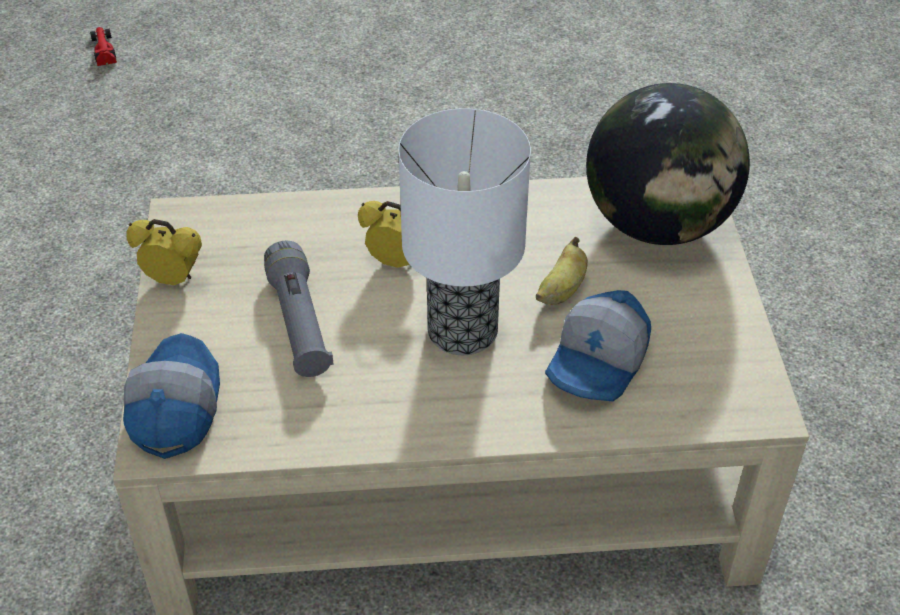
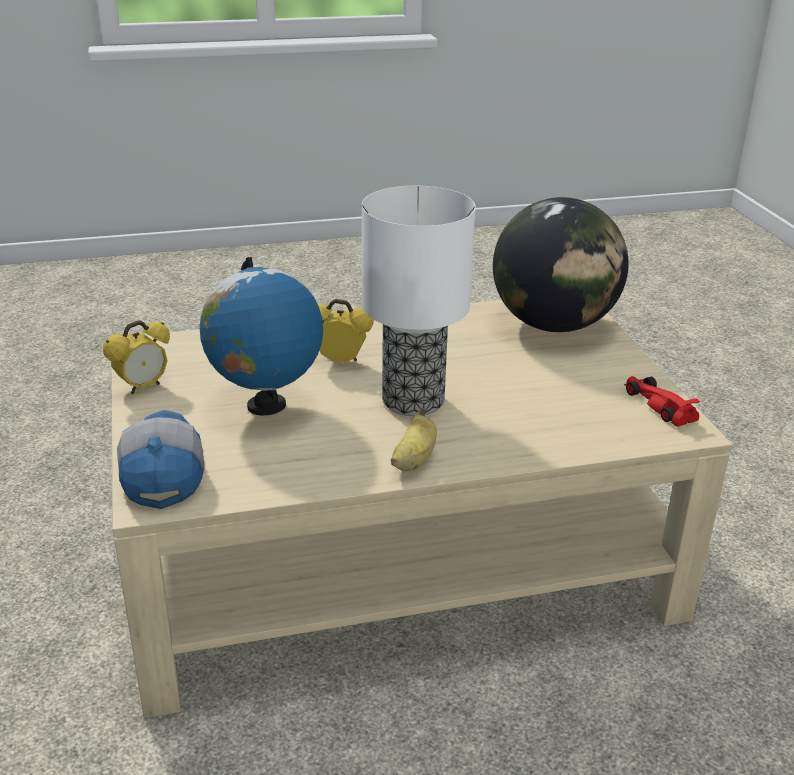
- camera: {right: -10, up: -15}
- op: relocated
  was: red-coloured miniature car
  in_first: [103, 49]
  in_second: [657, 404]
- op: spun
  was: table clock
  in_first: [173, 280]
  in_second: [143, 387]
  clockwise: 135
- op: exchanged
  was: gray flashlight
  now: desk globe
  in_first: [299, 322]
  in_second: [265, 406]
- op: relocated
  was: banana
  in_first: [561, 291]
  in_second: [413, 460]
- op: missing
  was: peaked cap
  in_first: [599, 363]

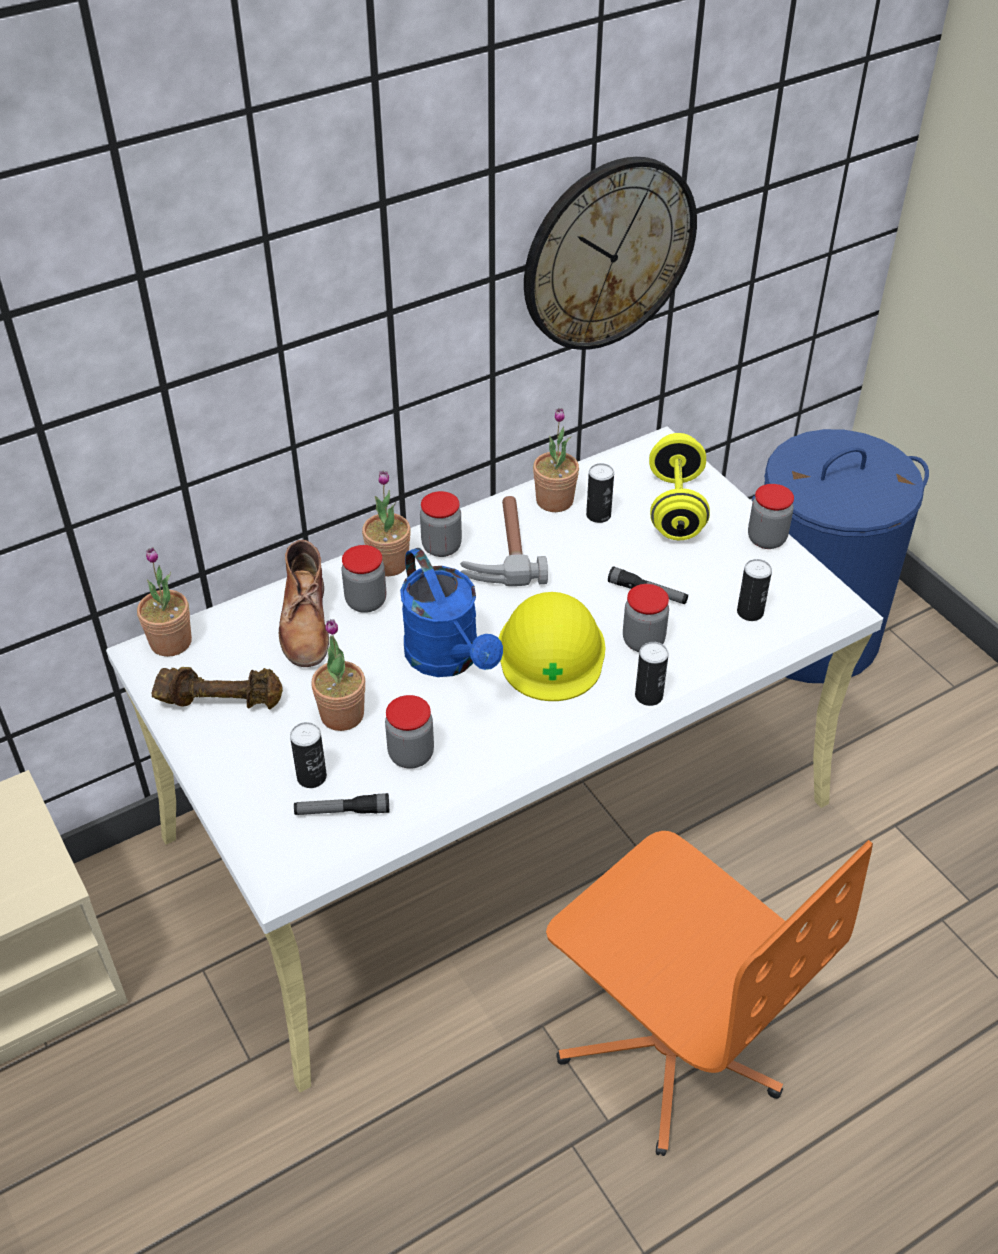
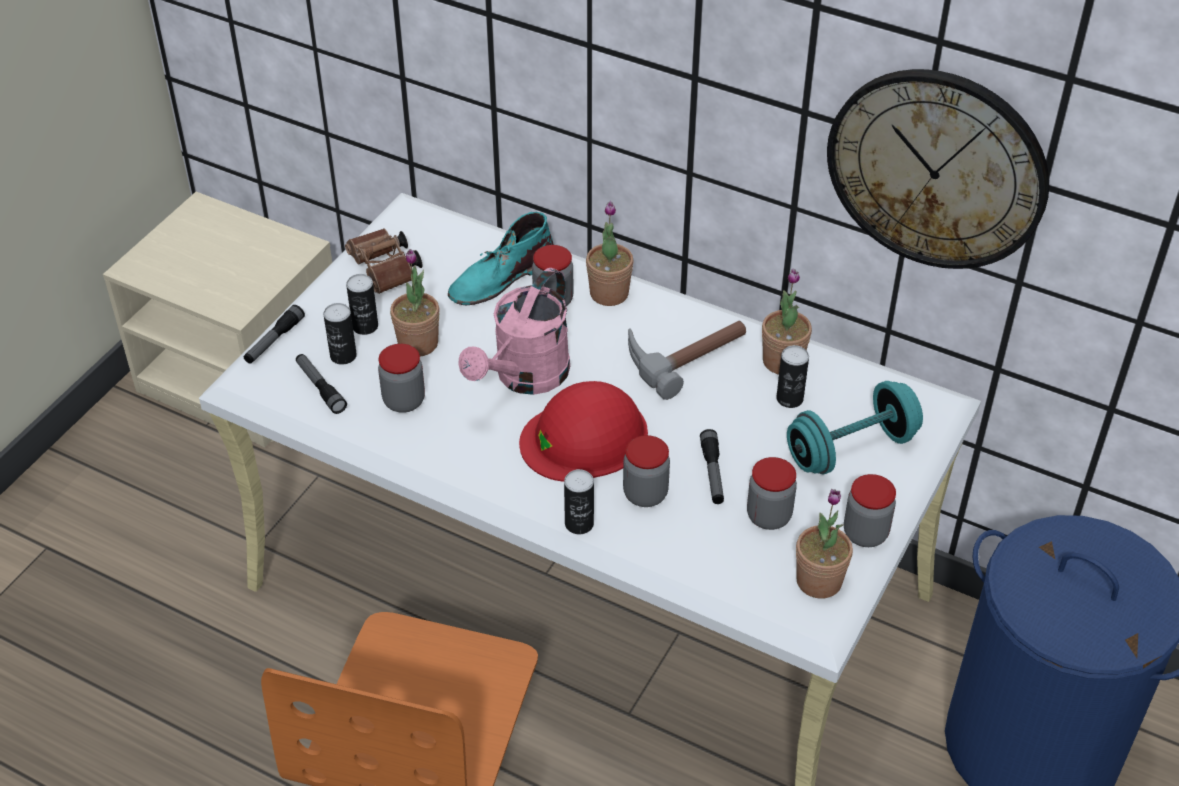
- camera: {right: 60, up: 0}
- op: relocated
  was: houseplant
  in_first: [171, 642]
  in_second: [819, 581]
- op: exchanged
  was: brownish hand weight
  now: brownish pair of binoculars
  in_first: [221, 700]
  in_second: [386, 272]
- op: colour
  was: brownish tall boot
  now: turquoise tall boot
  in_first: [305, 623]
  in_second: [501, 278]
- op: colour
  was: blue watering pot
  now: pink-coloured watering pot
  in_first: [449, 659]
  in_second: [525, 378]
- op: relocated
  was: jar
  in_first: [441, 547]
  in_second: [769, 516]
- op: colour
  was: yellow safety helmet
  now: red-coloured safety helmet
  in_first: [551, 651]
  in_second: [585, 437]
- op: colour
  was: yellow hand weight
  now: turquoise hand weight
  in_first: [676, 507]
  in_second: [851, 449]
- op: relocated
  was: sealed can
  in_first: [750, 612]
  in_second: [365, 326]
- op: appeared
  now: flashlight
  in_second: [274, 341]

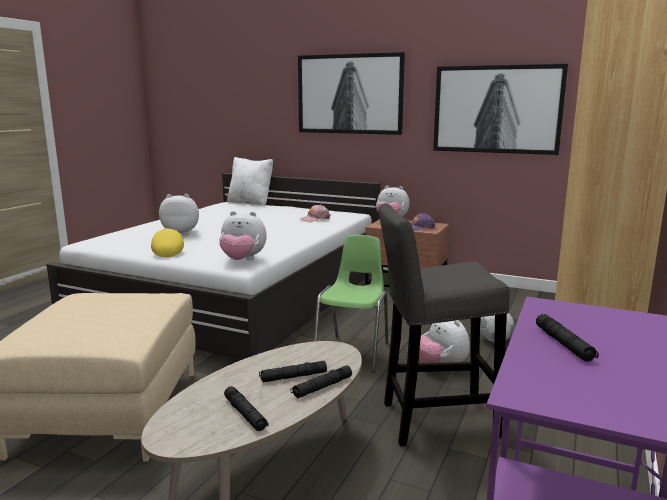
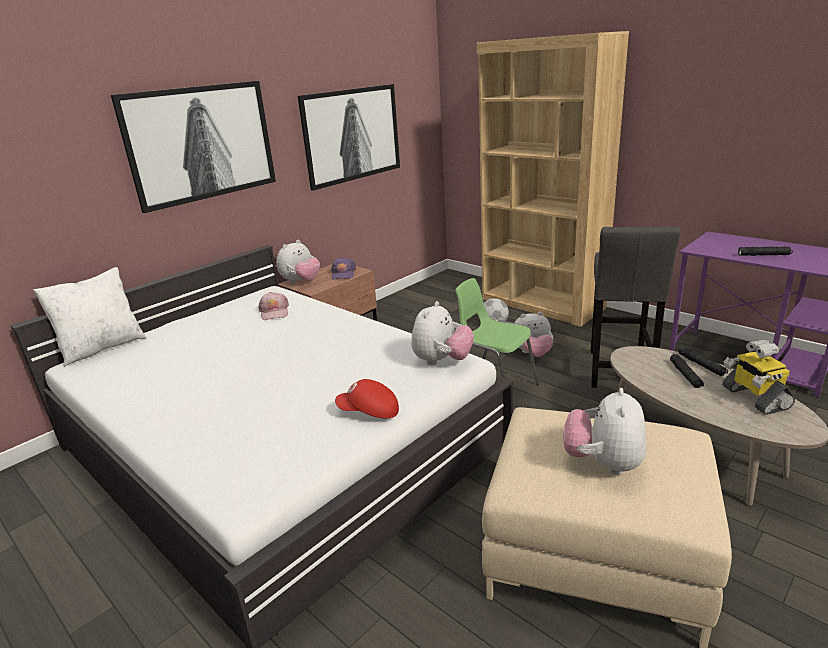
- camera: {right: -70, up: 10}
- op: colour
  was: yellow peaked cap
  now: red-coloured peaked cap
  in_first: [167, 252]
  in_second: [369, 412]
- op: relocated
  was: cuddly toy
  in_first: [181, 233]
  in_second: [603, 463]
- op: exchanged
  was: black-coloured flashlight
  now: model robot
  in_first: [245, 414]
  in_second: [754, 398]

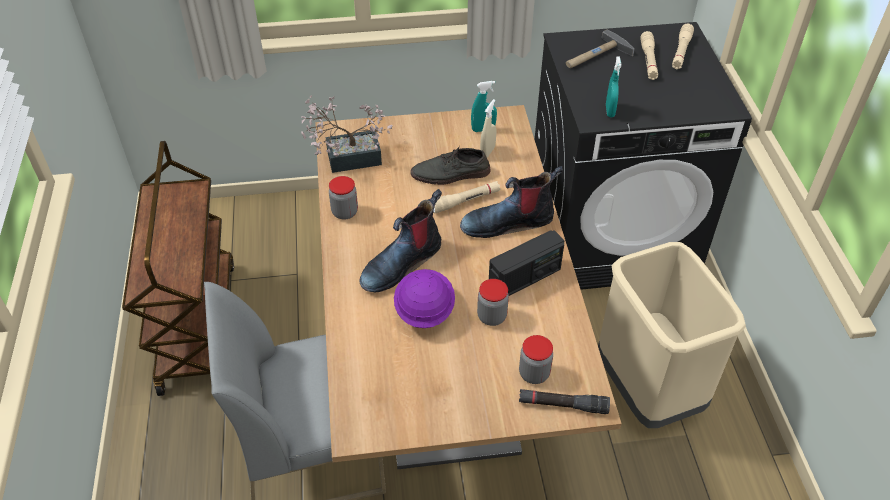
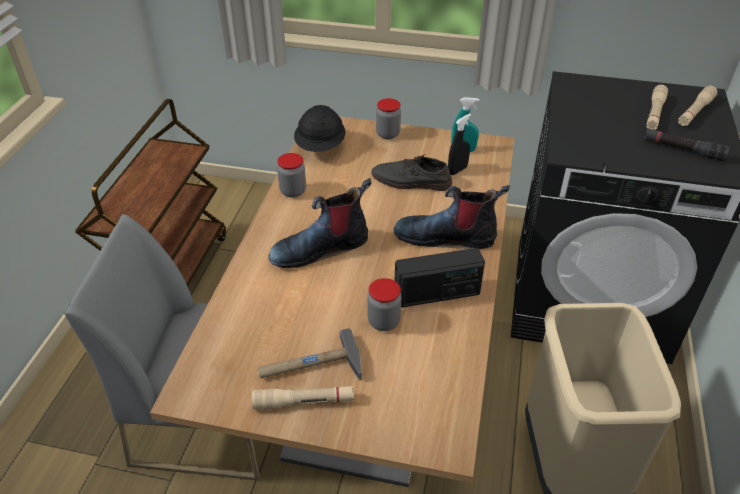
- camera: {right: 20, up: -5}
- op: exchanged
  was: houseplant
  now: black-coloured safety helmet
  in_first: [347, 158]
  in_second: [321, 147]
- op: missing
  was: purplish safety helmet
  in_first: [424, 310]
- op: relocated
  was: beige-coloured flashlight
  in_first: [465, 201]
  in_second: [304, 402]
- op: colour
  was: beige-coloured sprayer
  now: black-coloured sprayer
  in_first: [487, 152]
  in_second: [457, 170]
- op: relocated
  was: jar
  in_first: [534, 373]
  in_second: [388, 134]
- op: relocated
  was: black-coloured flashlight
  in_first: [563, 405]
  in_second: [683, 150]
- op: relocated
  was: hammer
  in_first: [596, 56]
  in_second: [310, 367]
- op: missing
  was: turquoise sprayer
  in_first: [610, 111]

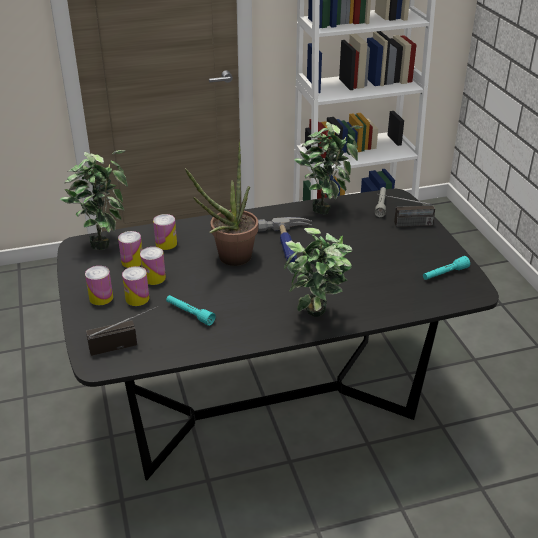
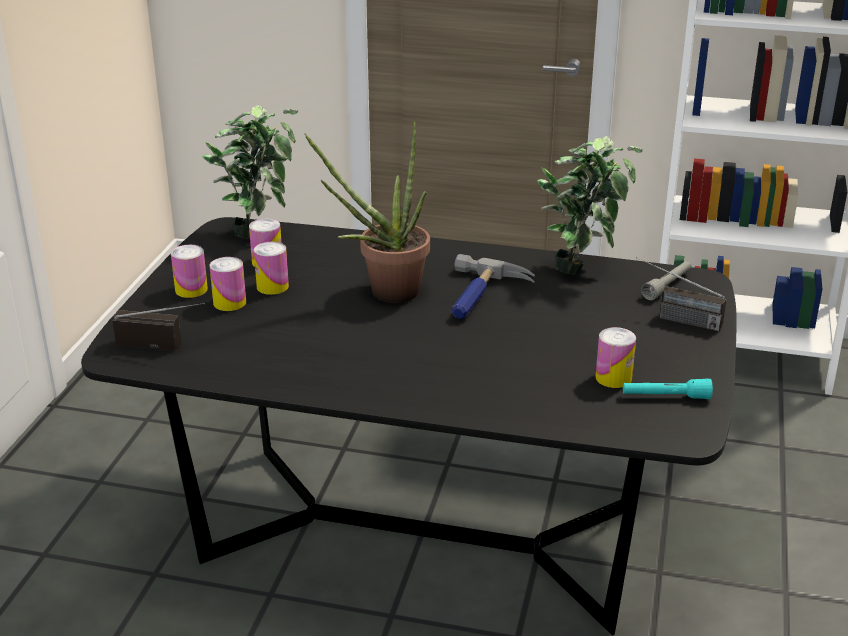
- camera: {right: 30, up: -5}
- op: relocated
  was: sealed can
  in_first: [166, 244]
  in_second: [613, 378]
- op: missing
  was: turquoise flashlight
  in_first: [189, 314]
- op: missing
  was: houseplant
  in_first: [317, 321]

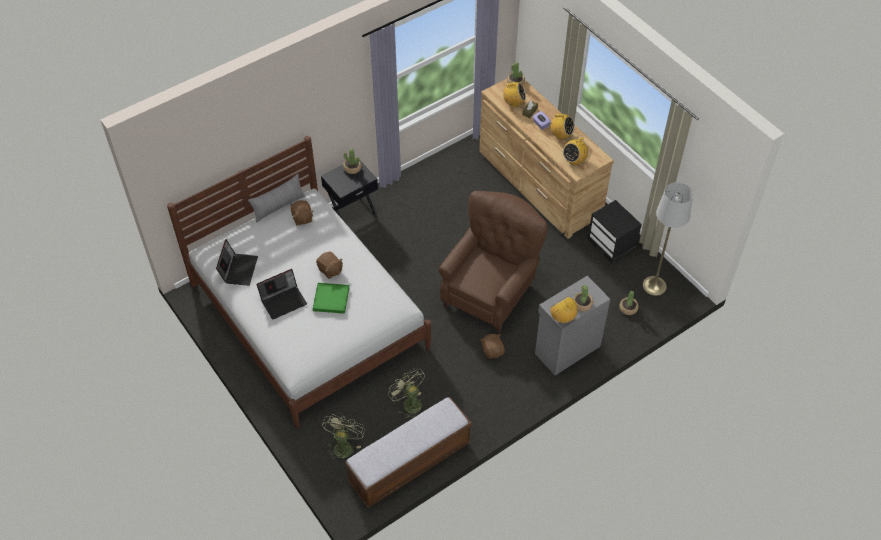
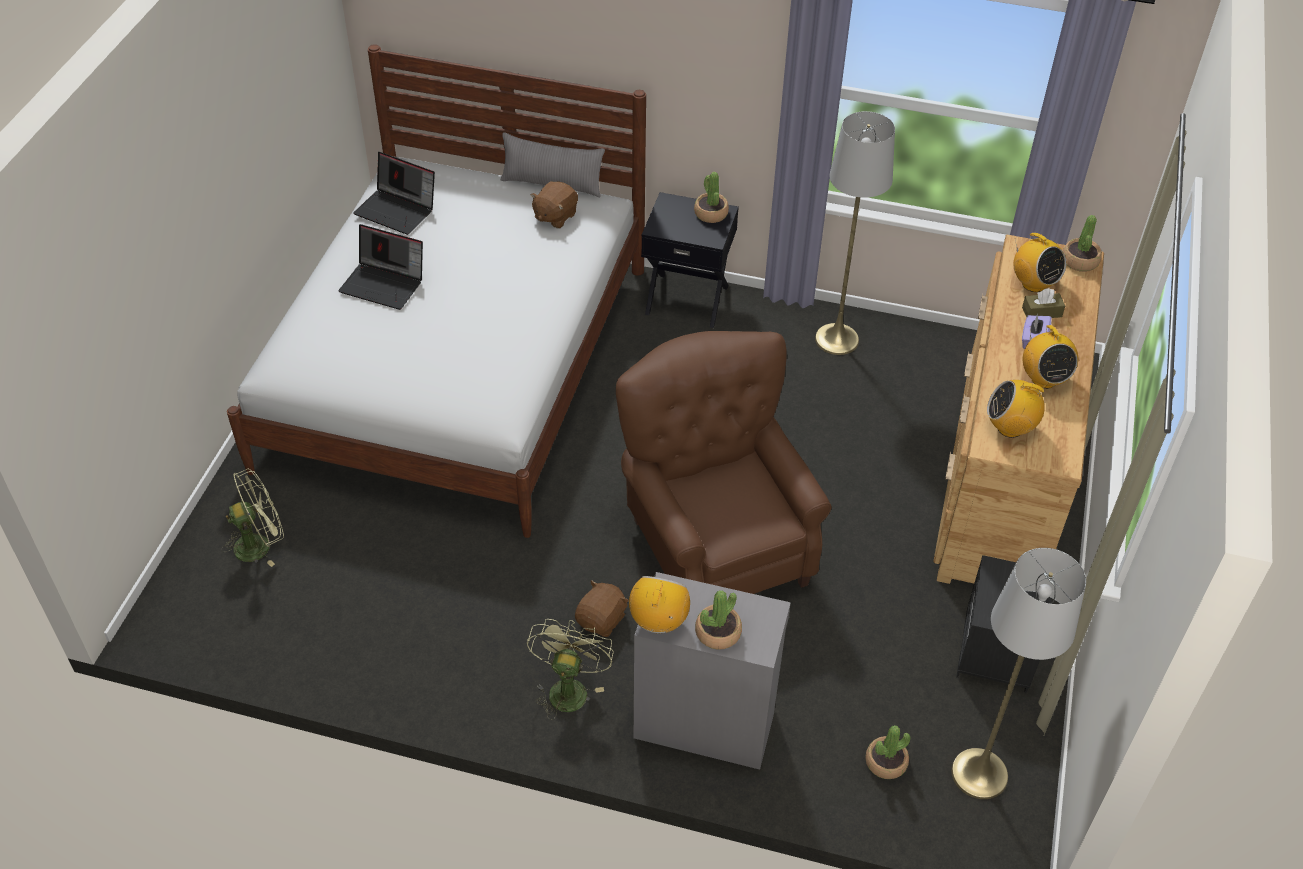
- camera: {right: 50, up: -5}
- op: spun
  was: portable computer
  in_first: [238, 269]
  in_second: [397, 210]
  clockwise: 60
- op: missing
  was: green tray
  in_first: [331, 299]
- op: missing
  was: brownish cuddly toy
  in_first: [330, 270]
- op: missing
  was: indoor bench
  in_first: [409, 463]
- op: relocated
  was: green fan
  in_first: [408, 403]
  in_second: [568, 687]
- op: spun
  was: brownish lounge chair
  in_first: [490, 292]
  in_second: [714, 546]
  clockwise: -105
- op: appeared
  now: gray floor lamp
  in_second: [837, 339]

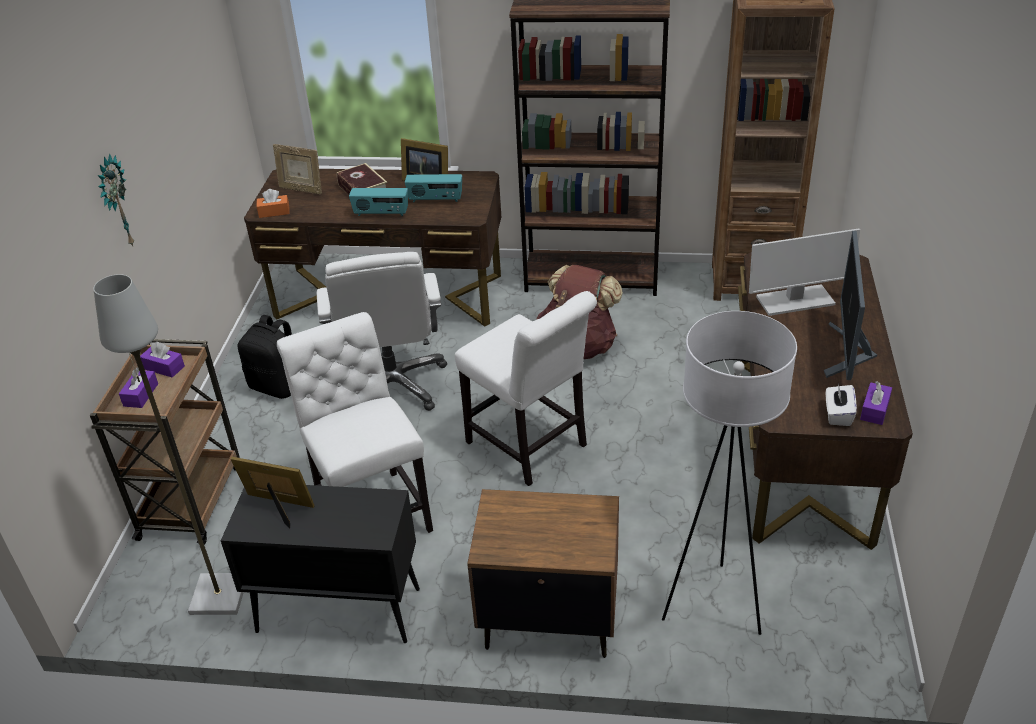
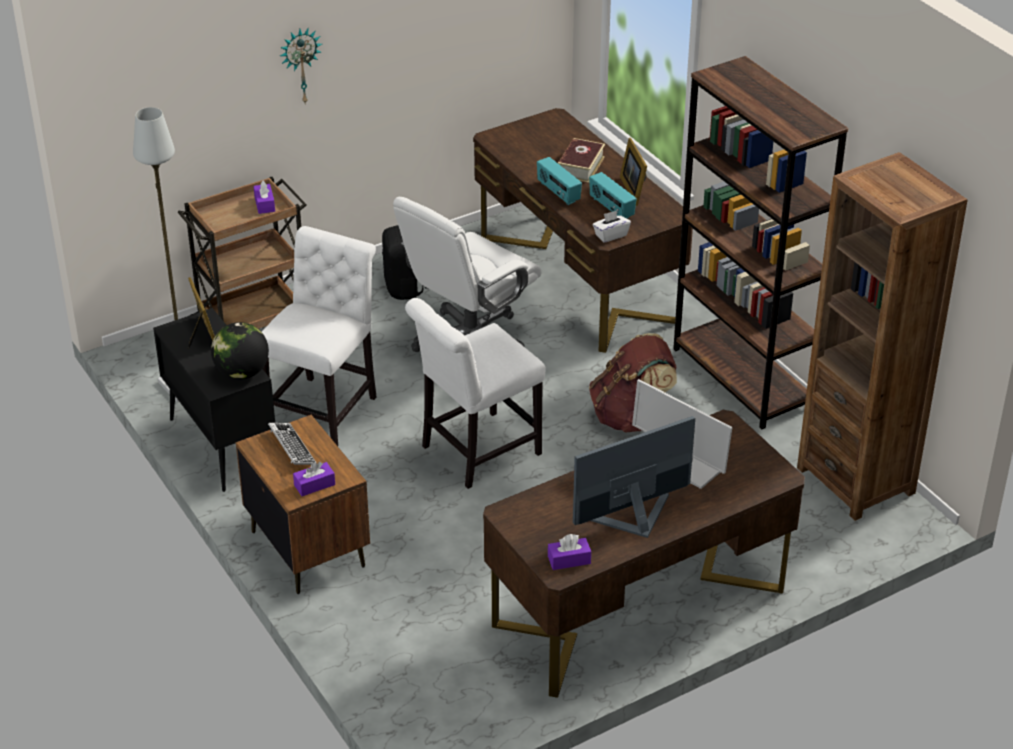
- camera: {right: 50, up: 0}
- op: relocated
  was: purplish box of tissues
  in_first: [141, 395]
  in_second: [314, 485]
- op: missing
  was: orangey box of tissues
  in_first: [274, 212]
- op: missing
  was: photo frame
  in_first: [301, 190]
- op: spun
  was: white chair
  in_first: [530, 447]
  in_second: [475, 452]
  clockwise: 45
- op: missing
  was: white floor lamp
  in_first: [713, 605]
- op: relocated
  was: white box of tissues
  in_first: [838, 414]
  in_second: [610, 235]
- op: appeared
  now: desk globe
  in_second: [242, 373]
- op: appeared
  now: keyboard
  in_second: [292, 448]

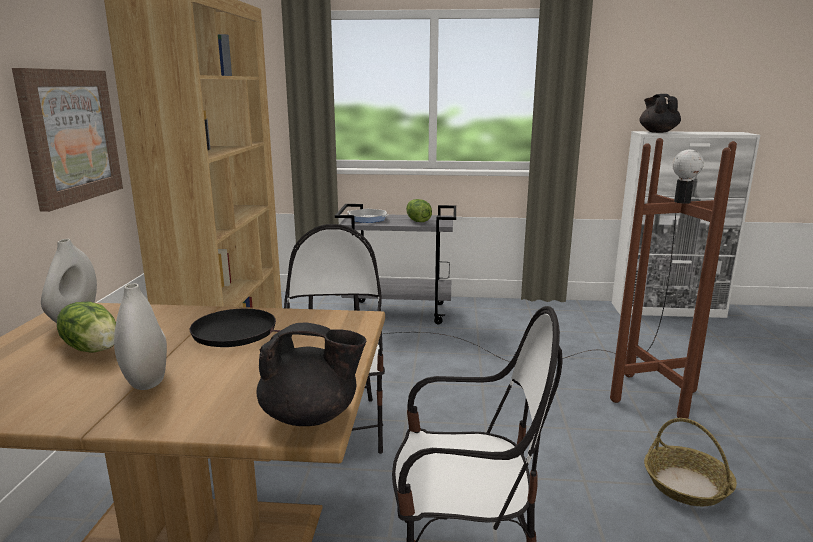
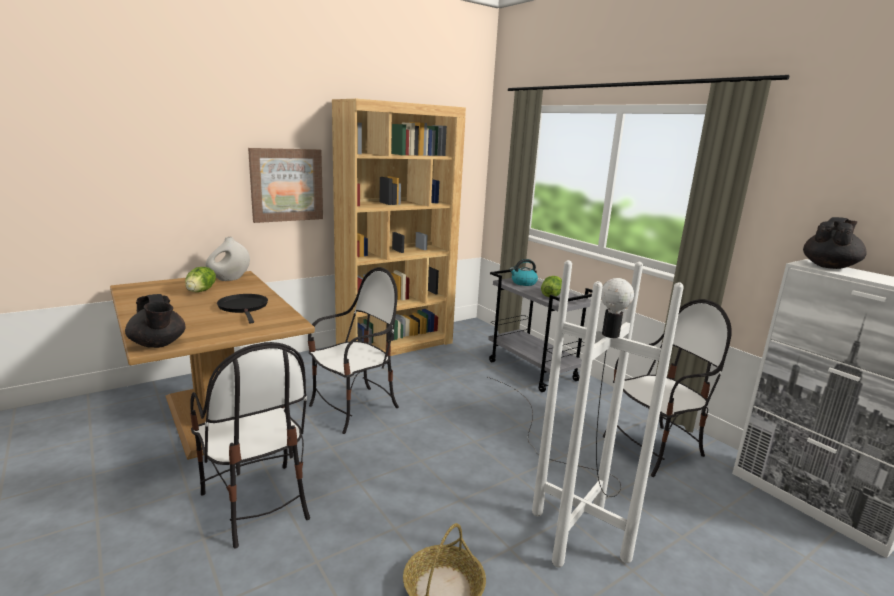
- camera: {right: 50, up: 0}
- op: missing
  was: white vase
  in_first: [146, 379]
- op: exchanged
  was: skillet
  now: tea kettle
  in_first: [368, 219]
  in_second: [523, 283]
- op: colour
  was: brownish floor lamp
  now: white floor lamp
  in_first: [581, 373]
  in_second: [562, 482]
- op: appeared
  now: chair
  in_second: [654, 449]

